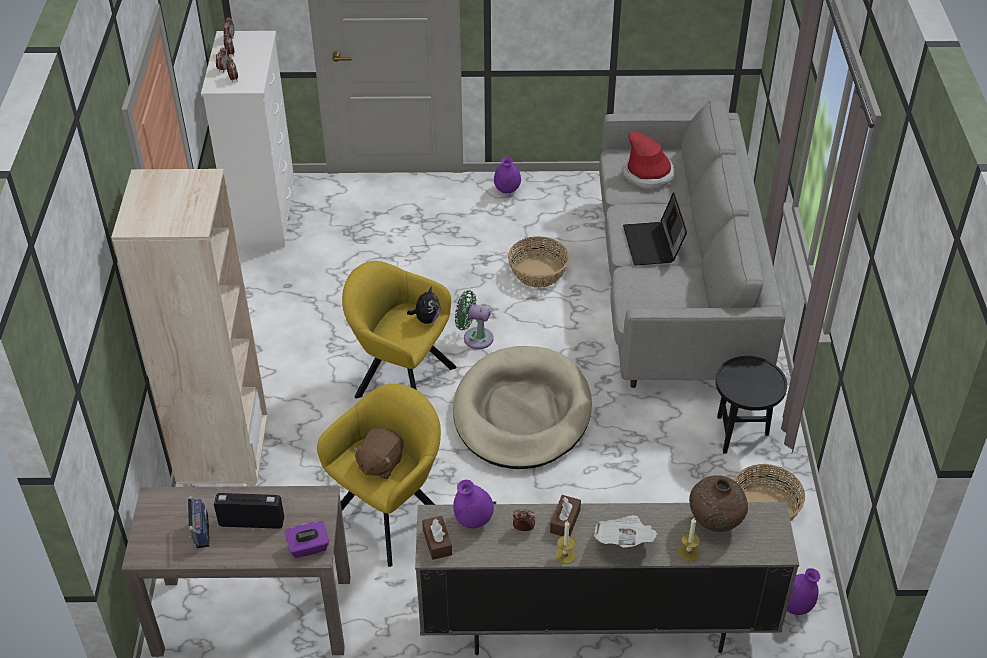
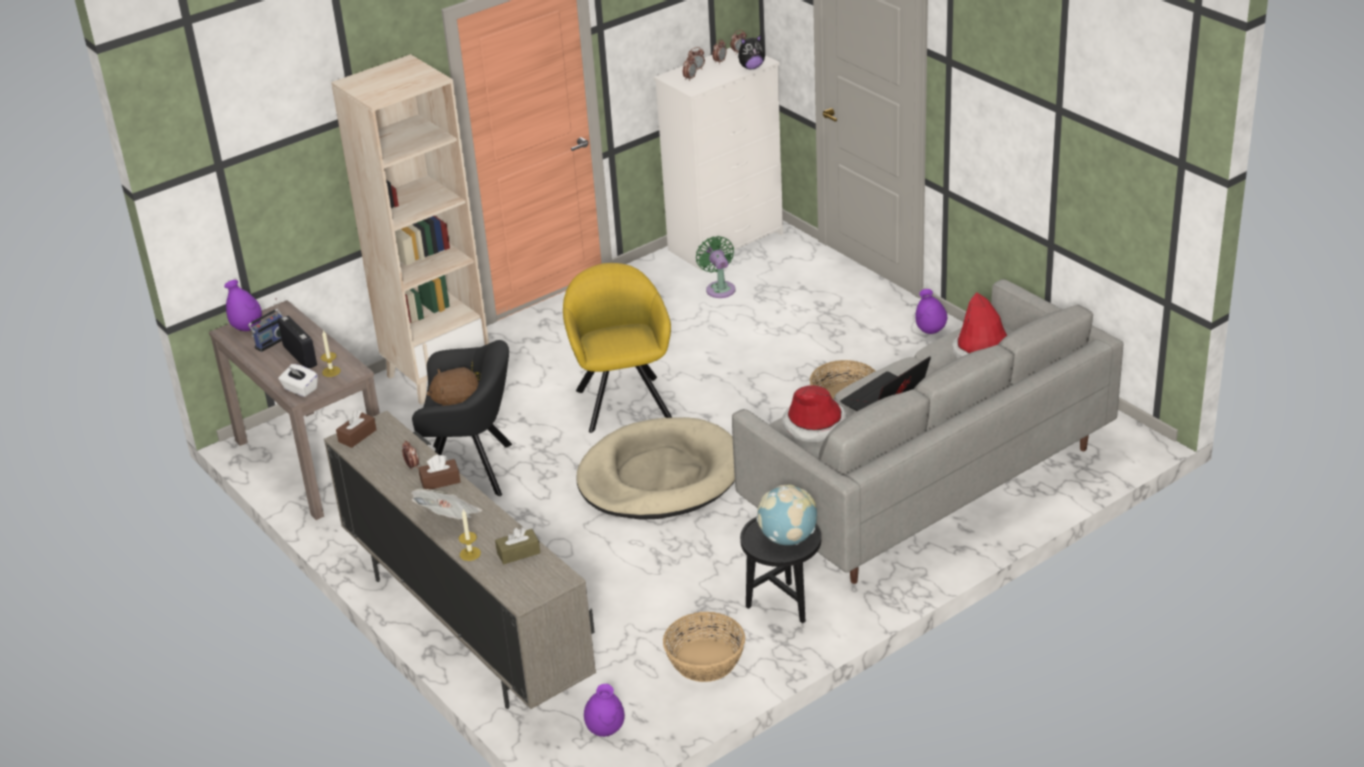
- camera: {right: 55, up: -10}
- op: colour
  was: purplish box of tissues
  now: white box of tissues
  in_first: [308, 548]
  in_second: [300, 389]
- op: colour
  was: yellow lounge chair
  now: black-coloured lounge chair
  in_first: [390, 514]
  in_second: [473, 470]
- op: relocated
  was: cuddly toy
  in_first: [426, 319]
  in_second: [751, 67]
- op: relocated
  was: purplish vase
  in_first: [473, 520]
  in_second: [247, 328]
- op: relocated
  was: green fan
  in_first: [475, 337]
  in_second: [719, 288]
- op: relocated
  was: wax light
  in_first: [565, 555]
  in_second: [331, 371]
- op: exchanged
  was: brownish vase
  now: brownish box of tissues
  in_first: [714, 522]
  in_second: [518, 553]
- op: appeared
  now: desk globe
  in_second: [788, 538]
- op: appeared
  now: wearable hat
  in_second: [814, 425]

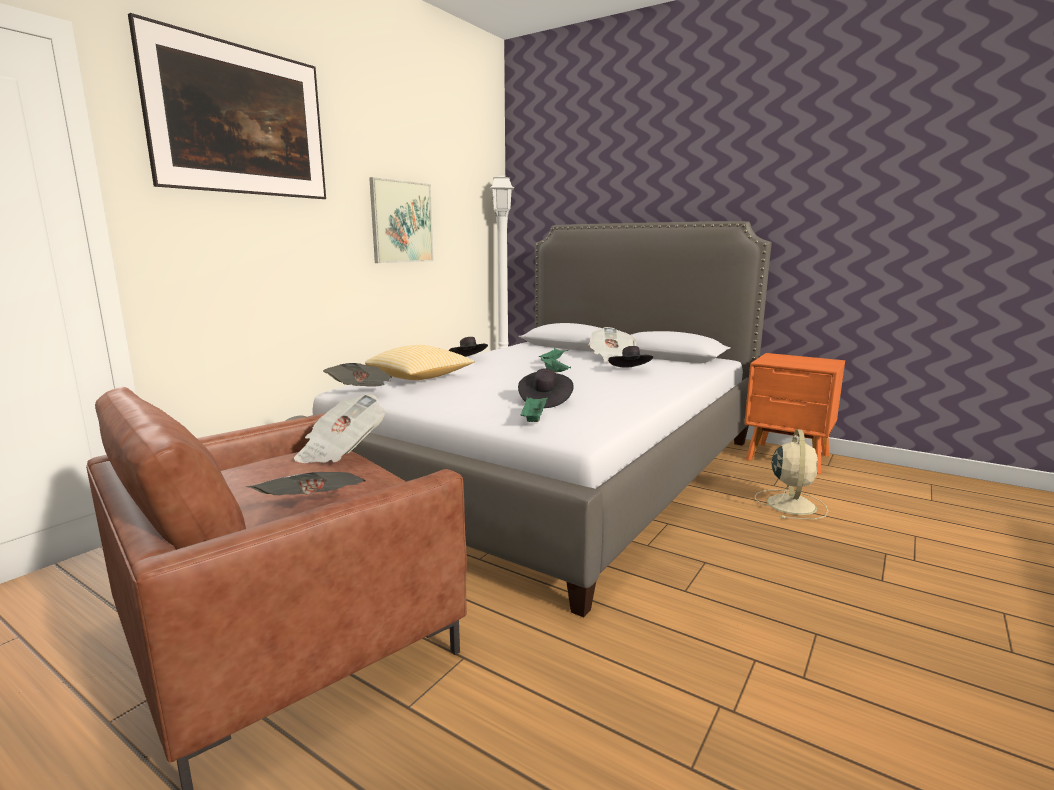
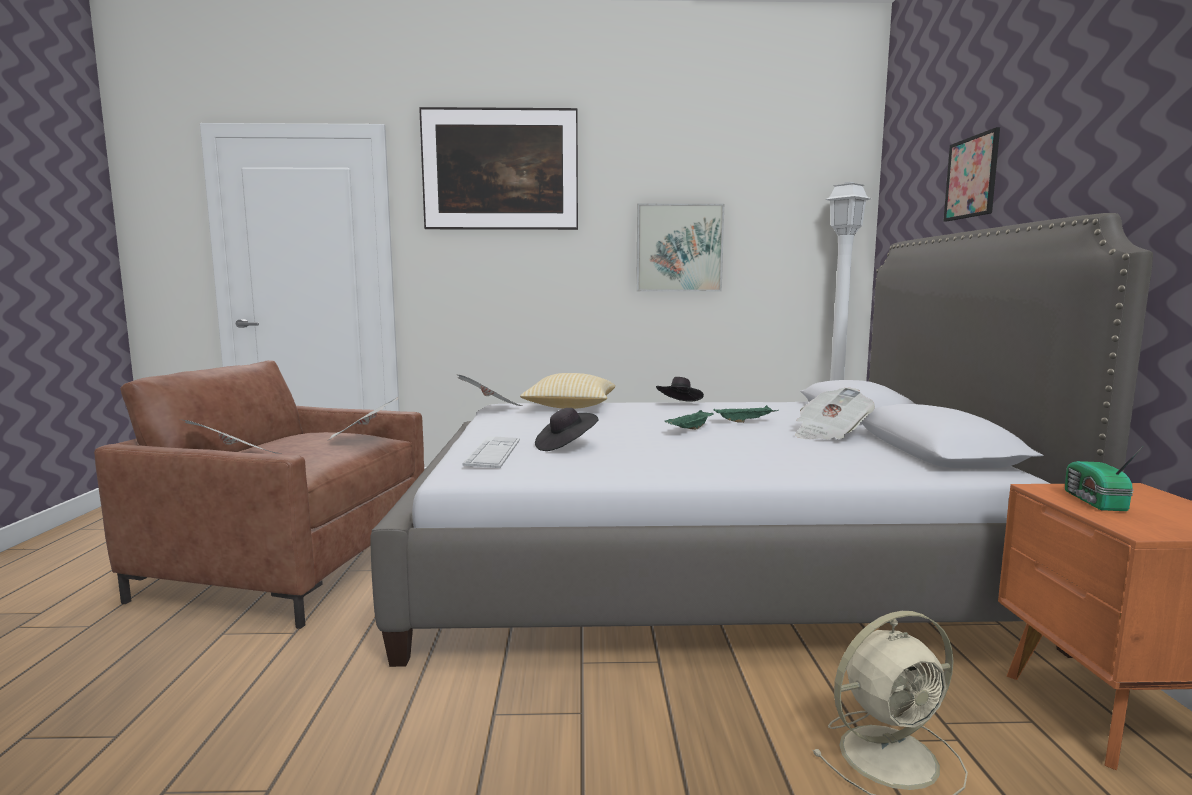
- camera: {right: 55, up: -5}
- op: exchanged
  was: green tray
  now: keyboard
  in_first: [534, 418]
  in_second: [493, 453]
- op: missing
  was: black-coloured wearable hat
  in_first: [630, 371]
- op: appeared
  now: picture
  in_second: [971, 177]
- op: appeared
  now: radio receiver
  in_second: [1094, 502]

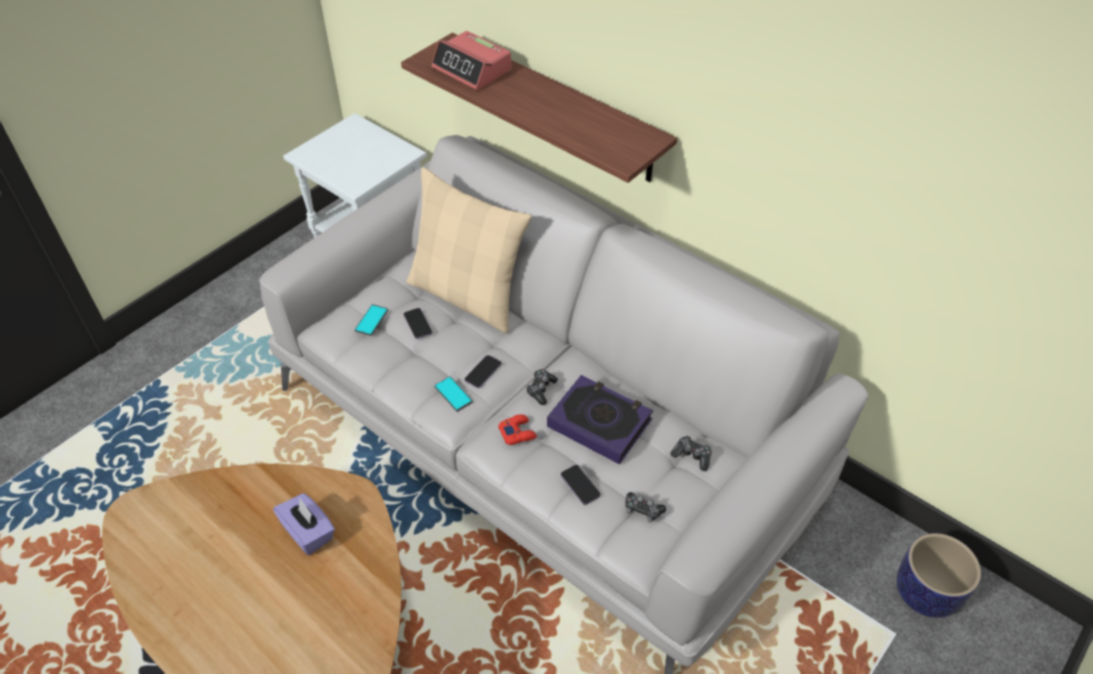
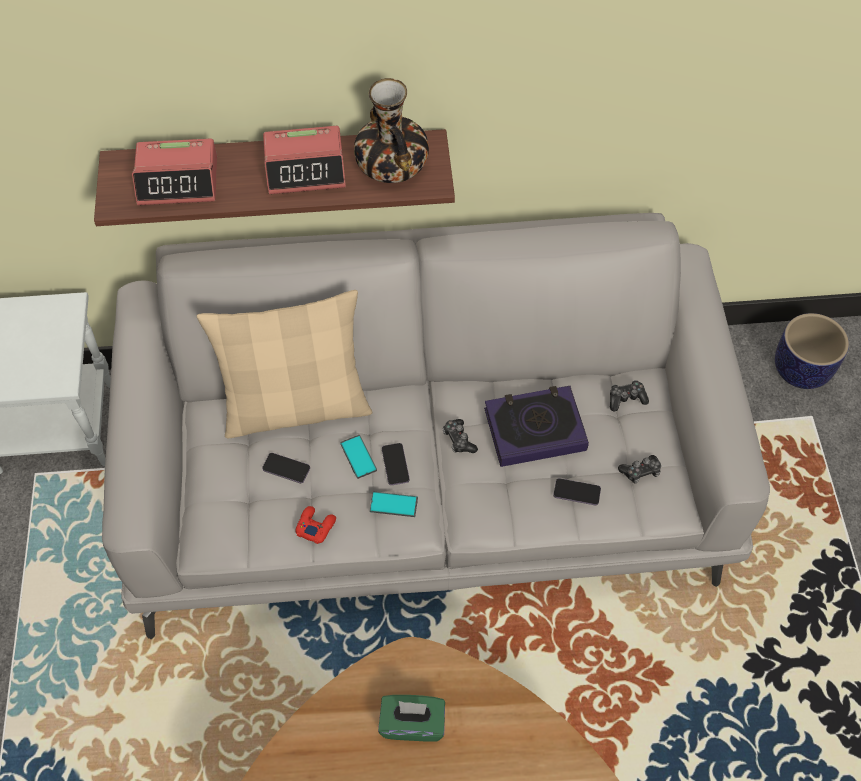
- camera: {right: -45, up: 10}
- op: colour
  was: purplish box of tissues
  now: green box of tissues
  in_first: [309, 532]
  in_second: [412, 723]
- op: relocated
  was: telephone
  in_first: [371, 320]
  in_second: [358, 457]
- op: relocated
  was: red-coloured game controller
  in_first: [517, 432]
  in_second: [315, 526]
- op: appeared
  now: table clock
  in_second: [306, 168]
- op: appeared
  now: vase
  in_second: [392, 164]

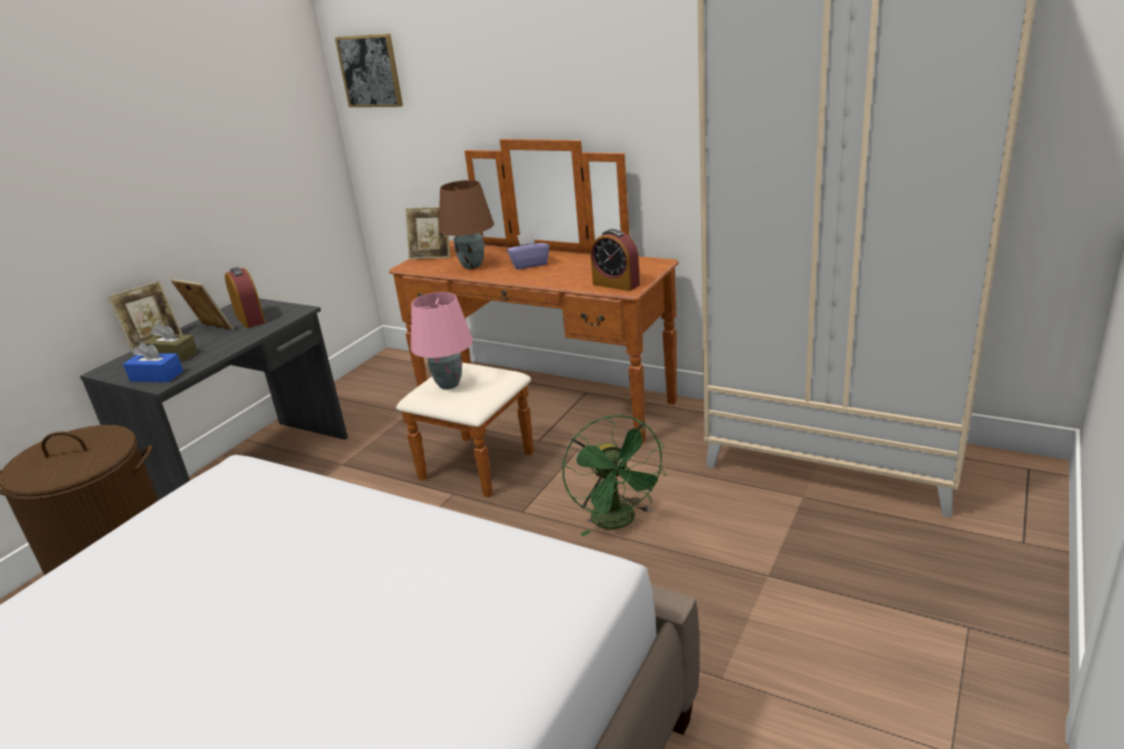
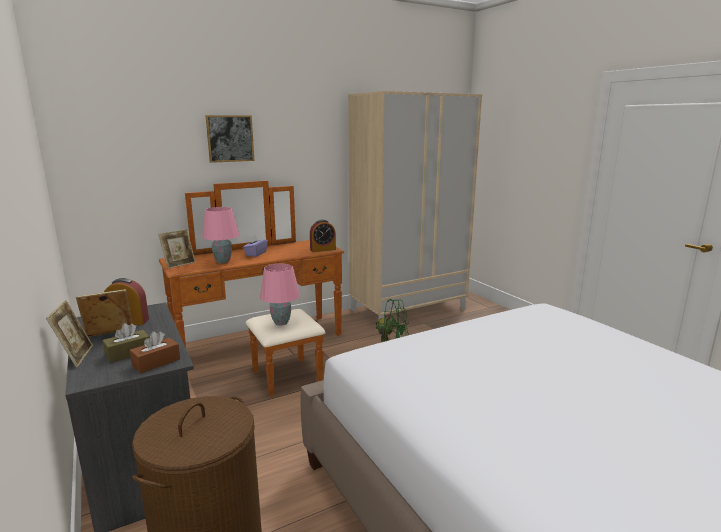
- camera: {right: -60, up: -10}
- op: colour
  was: blue box of tissues
  now: brownish box of tissues
  in_first: [156, 376]
  in_second: [156, 362]
- op: relocated
  was: picture
  in_first: [370, 71]
  in_second: [230, 138]
- op: colour
  was: brownish tabletop lamp
  now: pink-coloured tabletop lamp
  in_first: [471, 266]
  in_second: [223, 261]

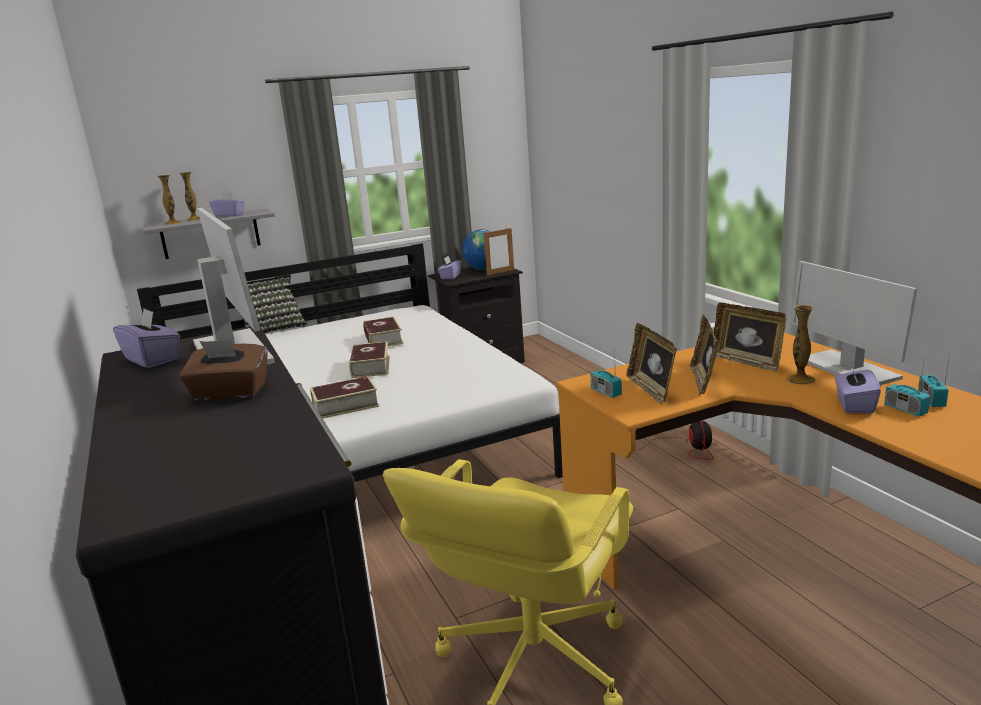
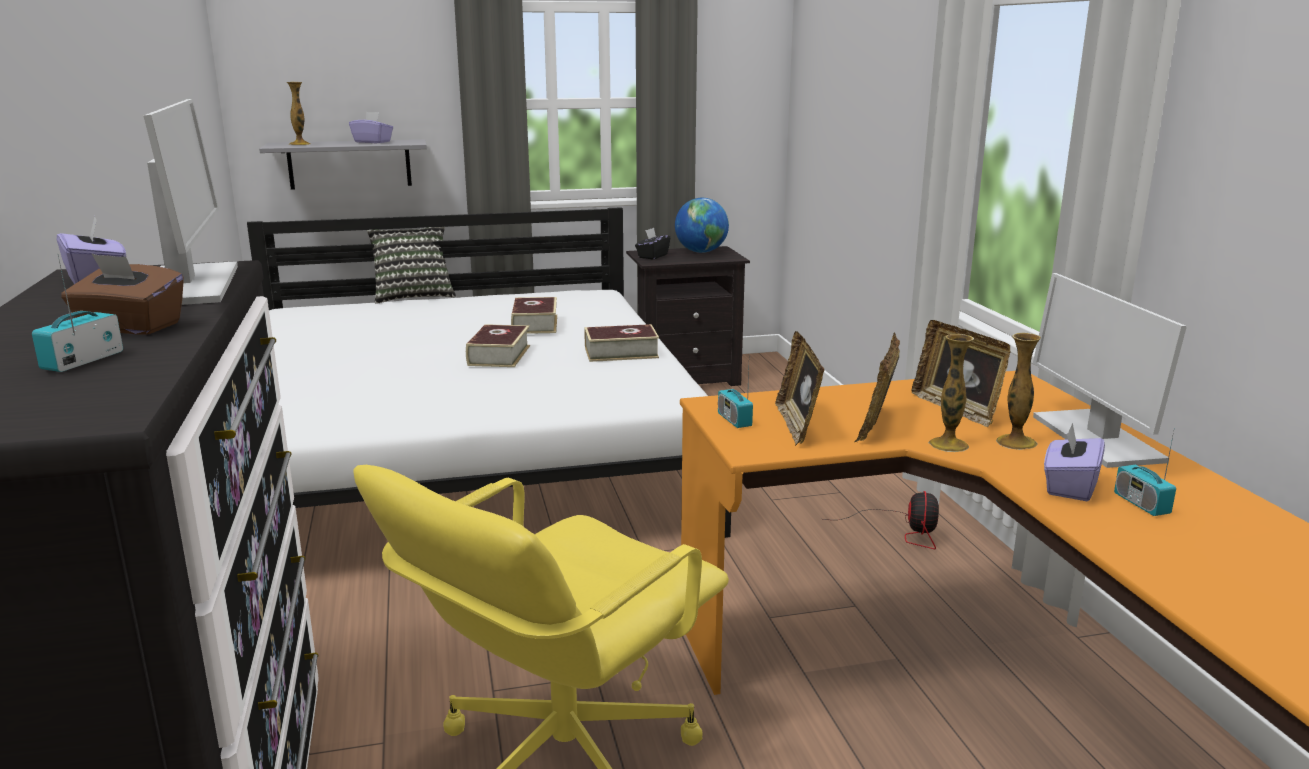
- camera: {right: 10, up: 0}
- op: relocated
  was: vase
  in_first: [194, 219]
  in_second: [948, 445]
- op: relocated
  was: book
  in_first: [345, 405]
  in_second: [621, 352]
- op: colour
  was: purplish box of tissues
  now: black-coloured box of tissues
  in_first: [450, 276]
  in_second: [652, 256]
- op: missing
  was: photo frame
  in_first: [500, 272]
- op: relocated
  was: radio receiver
  in_first: [931, 400]
  in_second: [82, 361]

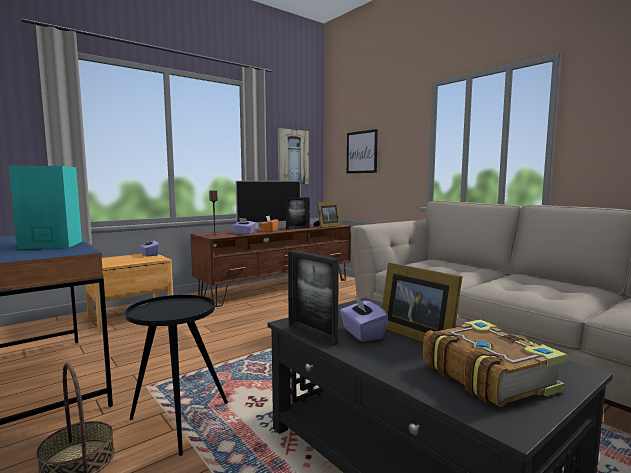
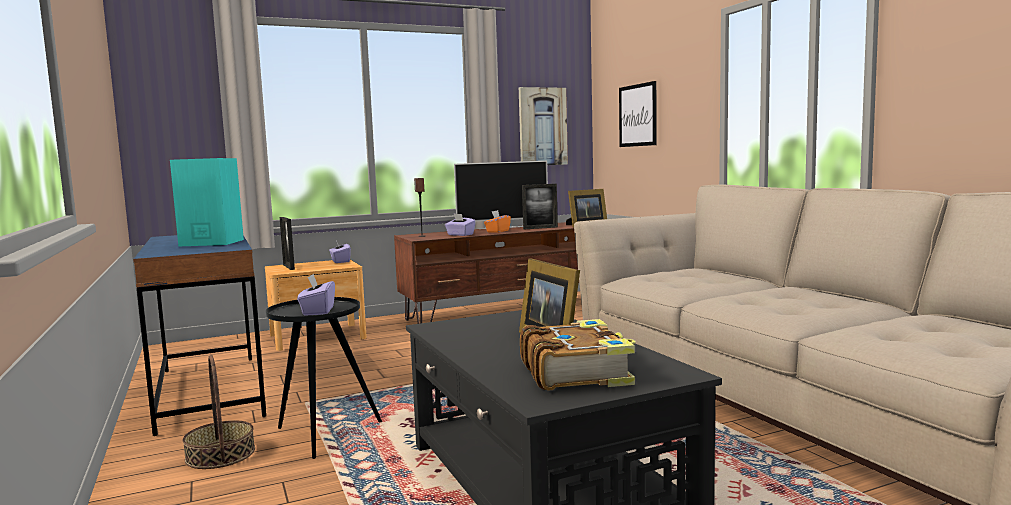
- camera: {right: 15, up: 0}
- op: relocated
  was: photo frame
  in_first: [311, 335]
  in_second: [288, 267]
- op: relocated
  was: purplish box of tissues
  in_first: [362, 333]
  in_second: [317, 311]

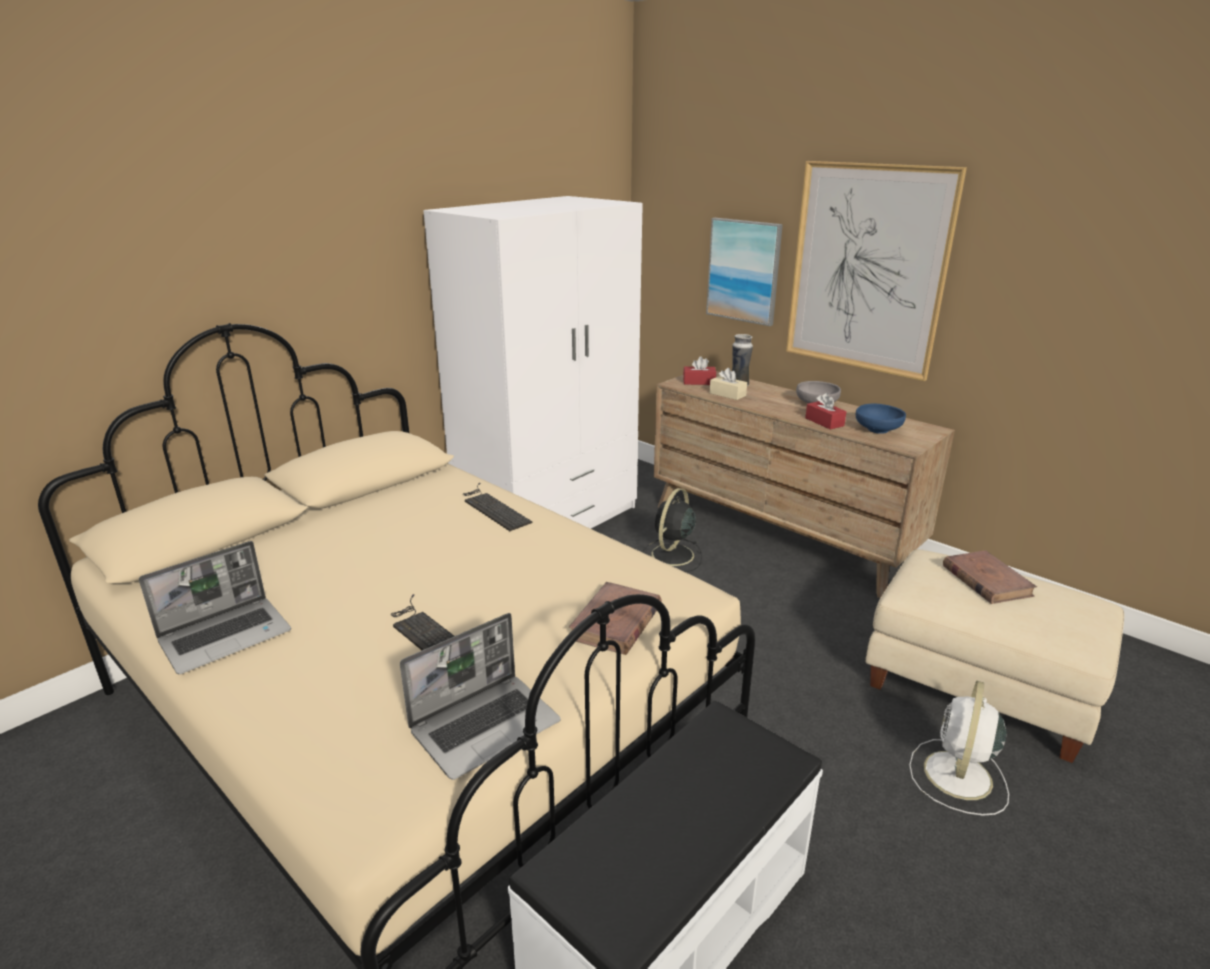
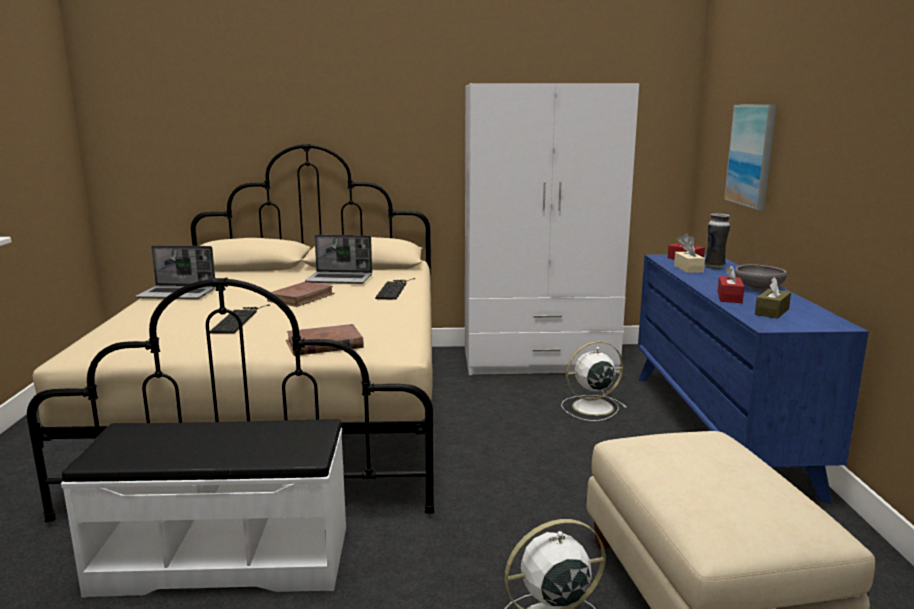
- camera: {right: 45, up: -10}
- op: relocated
  was: portable computer
  in_first: [486, 725]
  in_second: [340, 279]
- op: colour
  was: black-coloured fan
  now: white fan
  in_first: [671, 556]
  in_second: [590, 407]
- op: colour
  was: brownish dresser
  now: blue dresser
  in_first: [780, 534]
  in_second: [718, 430]
- op: missing
  was: picture
  in_first: [867, 269]
- op: exchanged
  was: blue bowl
  now: brownish box of tissues
  in_first: [878, 429]
  in_second: [771, 312]
- op: relocated
  was: brownish book
  in_first: [986, 580]
  in_second: [301, 297]

